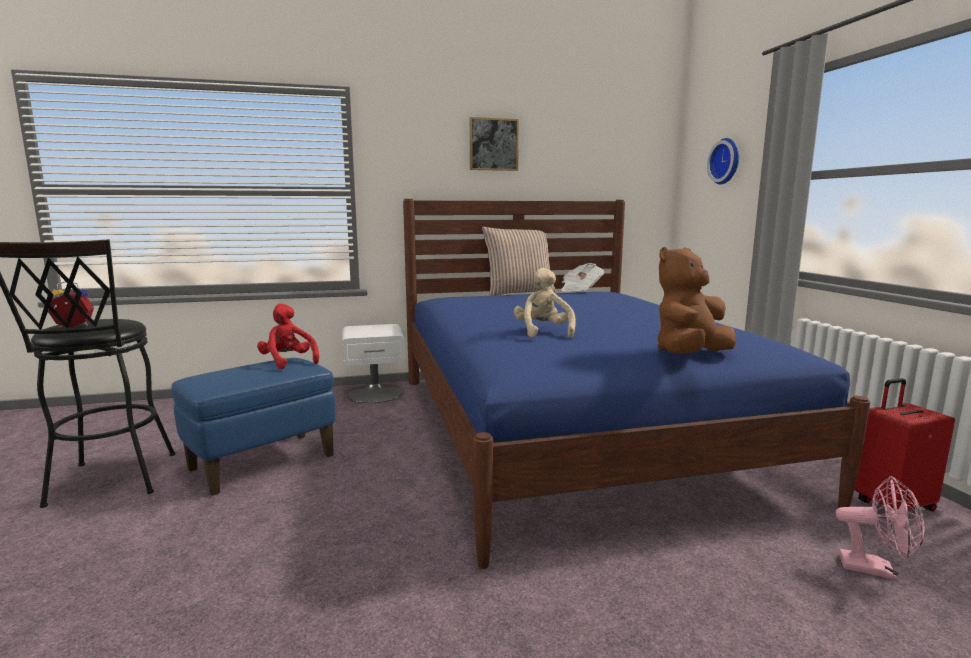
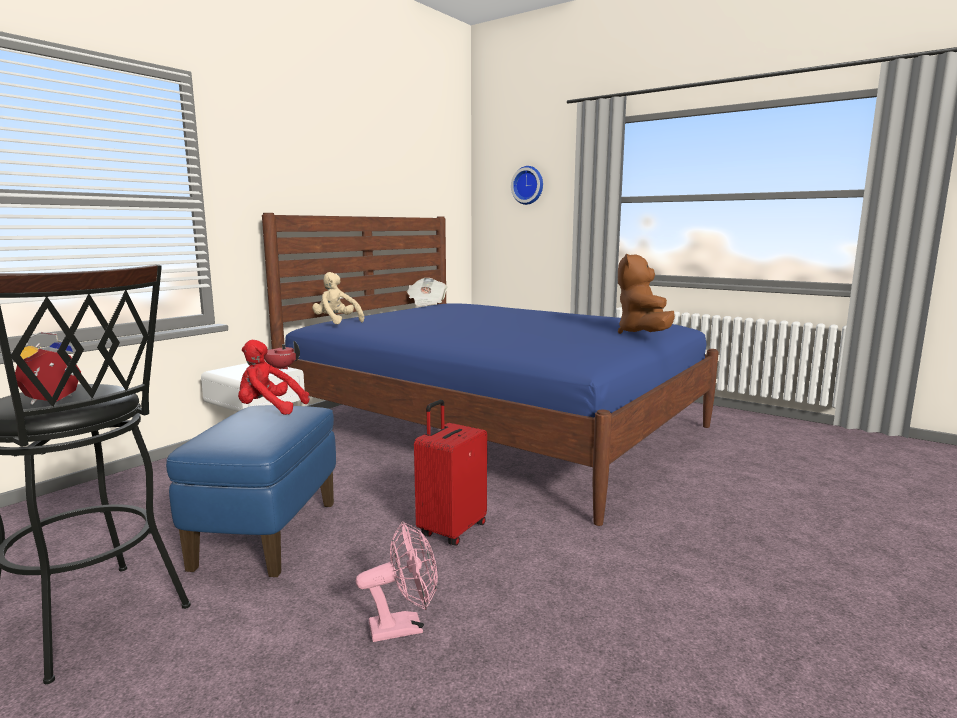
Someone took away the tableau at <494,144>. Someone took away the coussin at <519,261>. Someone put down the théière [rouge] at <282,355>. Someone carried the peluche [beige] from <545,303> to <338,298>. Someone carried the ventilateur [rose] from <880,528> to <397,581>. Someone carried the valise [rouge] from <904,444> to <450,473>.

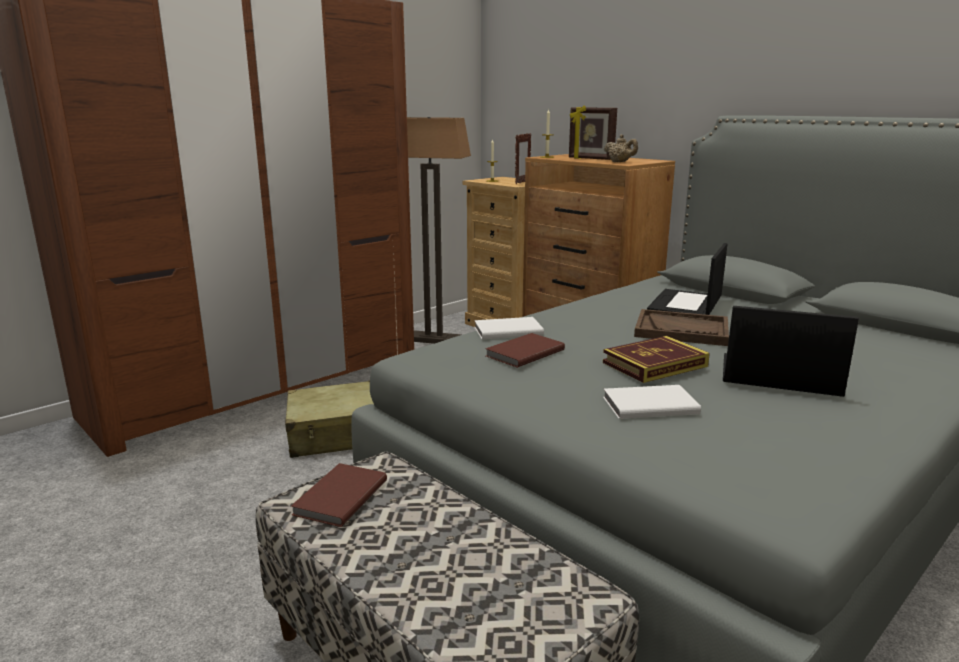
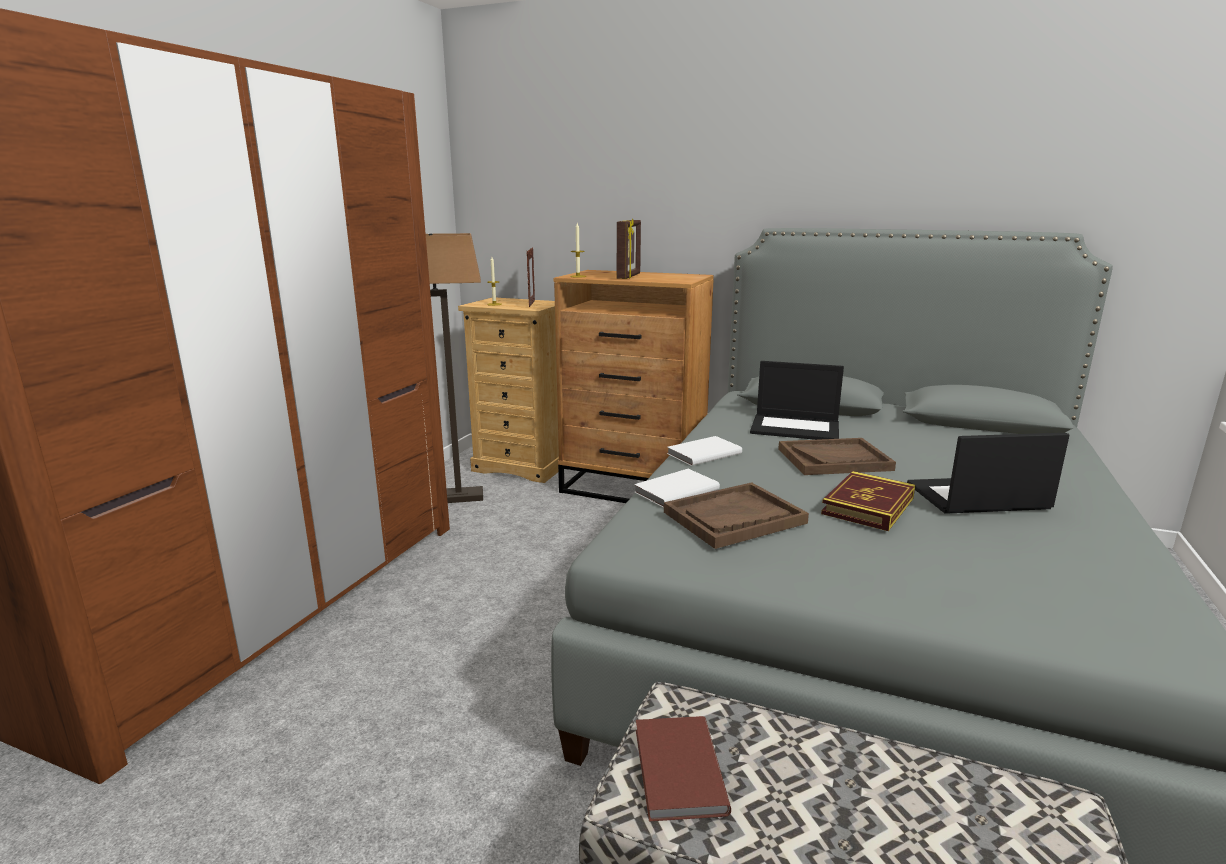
Someone took away the valise [beige] at <329,419>. Someone took away the théière [beige] at <621,148>. Someone carried the livre [blanc] from <652,402> to <704,451>. Someone swapped the livre [marron] at <525,350> for the plateau [marron] at <736,515>. Someone rotated the cadre photo at <593,132> by 90 degrees counterclockwise. Someone rotated the ordinateur portable at <687,279> by 75 degrees counterclockwise.

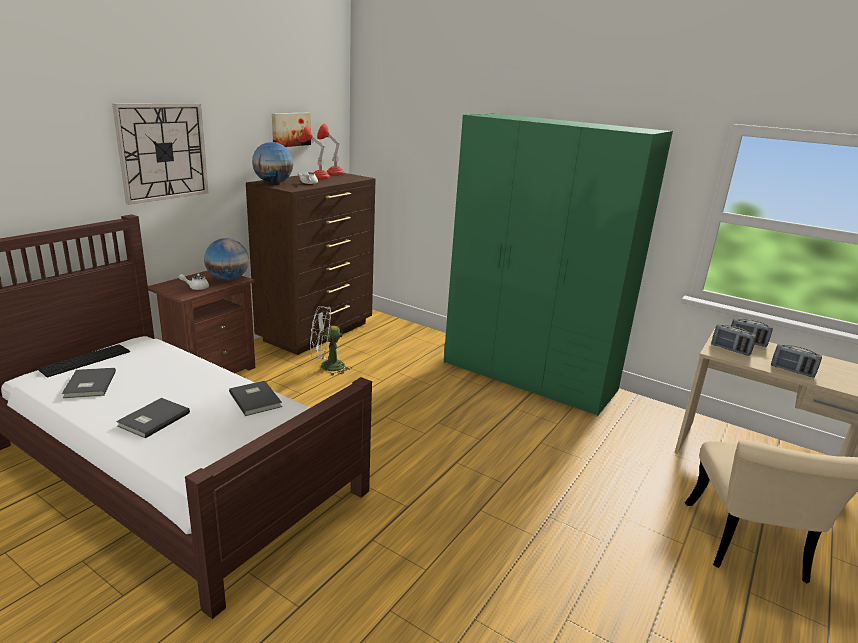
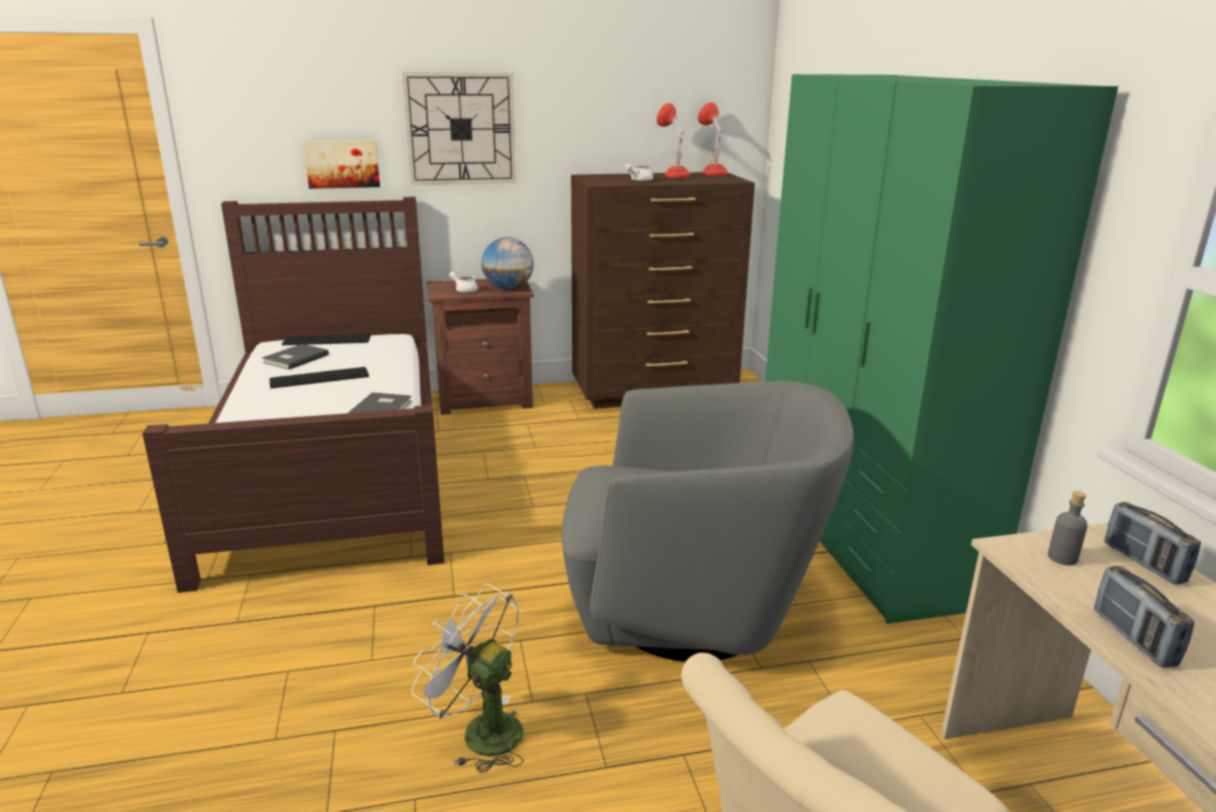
Someone took away the livre [gris] at <153,418>. Someone took away the globe at <272,162>. Someone put down the clavier at <319,378>. Someone put down the fauteuil [gris] at <708,521>. Someone carried the tableau from <291,130> to <341,164>. Someone carried the ventilateur [blanc] from <331,340> to <468,678>. Someone swapped the radio at <734,340> for the bouteille [gris] at <1068,528>.

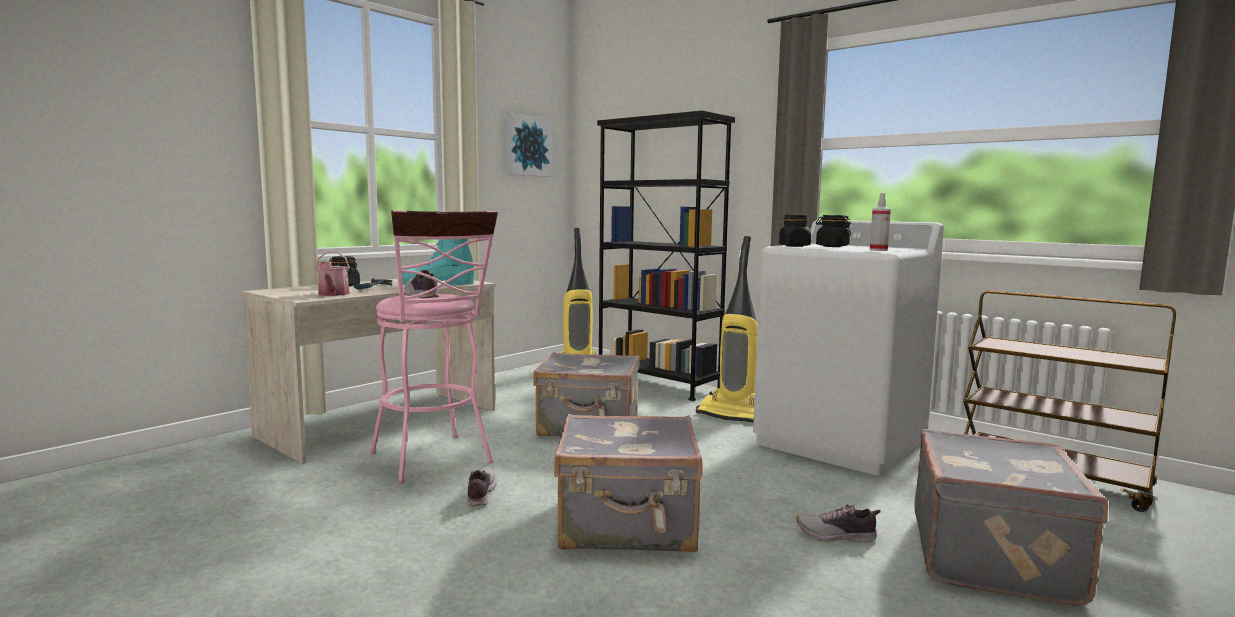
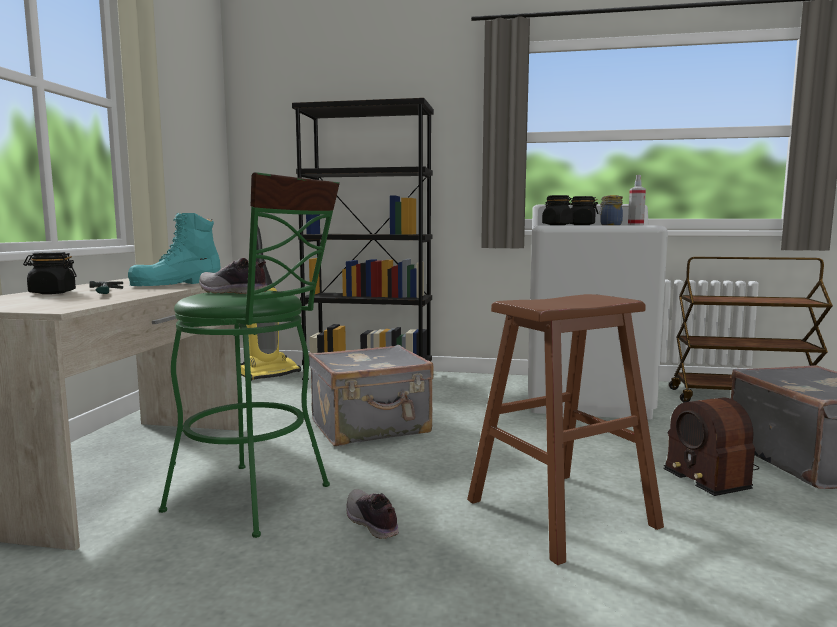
Someone took away the arrosoir at <332,273>. Someone took away the tableau at <528,144>. Someone took away the aspirateur at <727,329>. Someone put down the bocal at <611,210>. Someone swapped the valise [gris] at <628,483> for the tabouret [marron] at <565,429>. Someone swapped the chaussure at <838,523> for the radio at <711,447>. Someone repainted the tabouret [rose] at <434,346>, which became the tabouret [vert] at <249,355>.

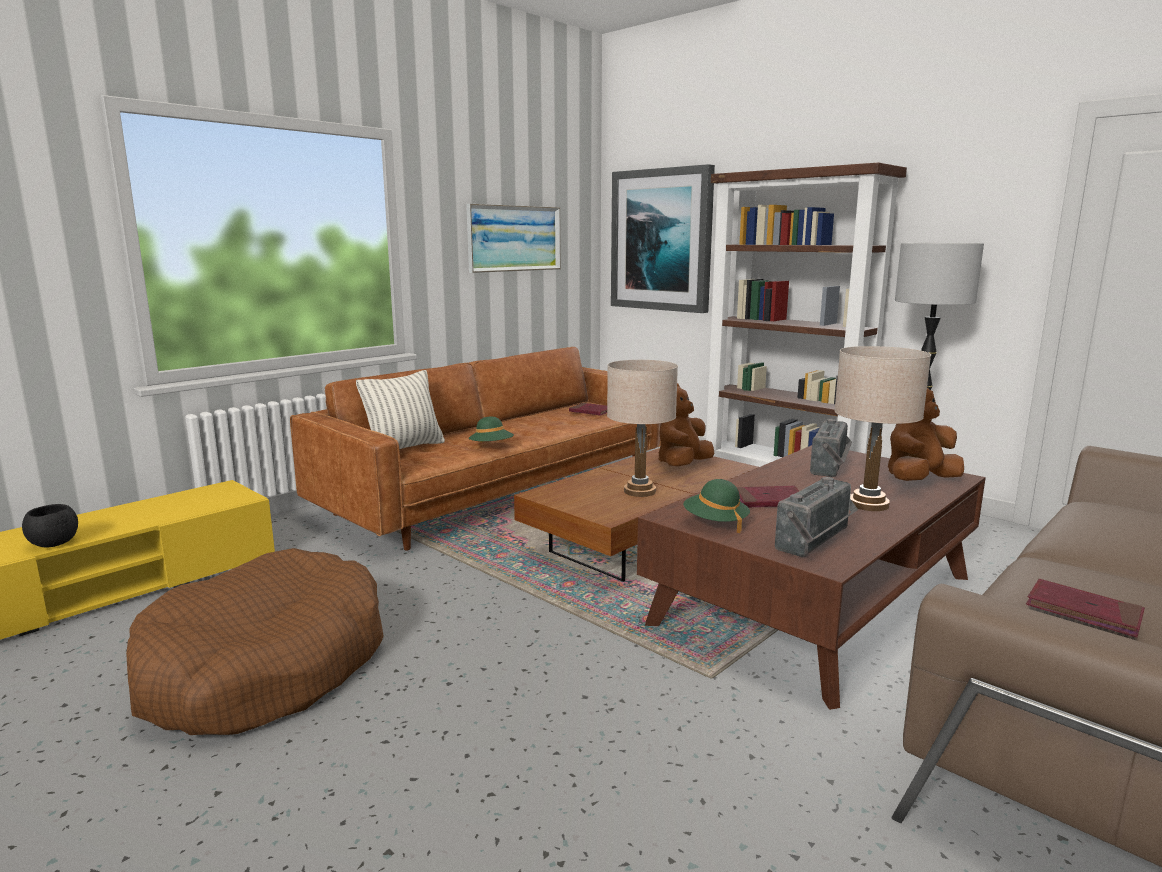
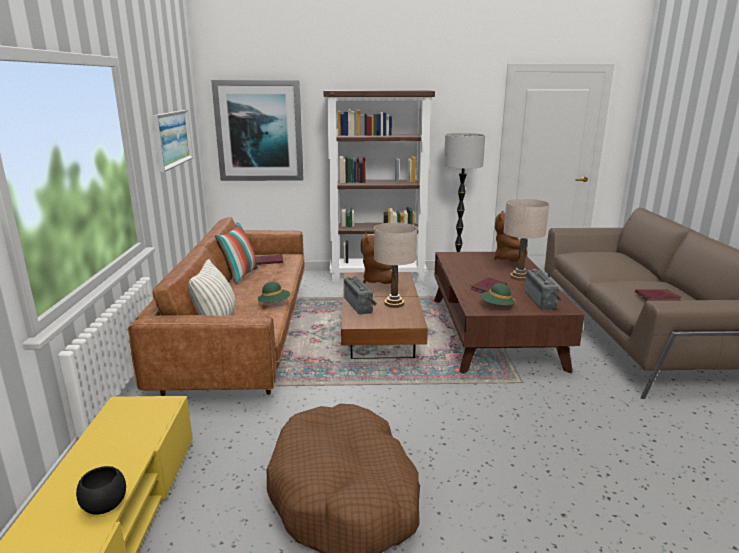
Someone put down the coussin at <236,253>. Someone carried the radio from <831,448> to <360,296>.

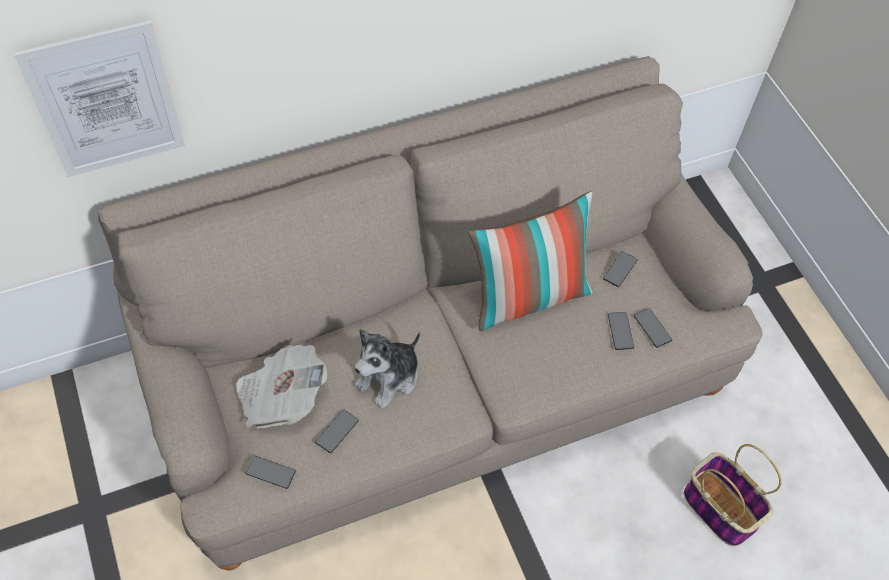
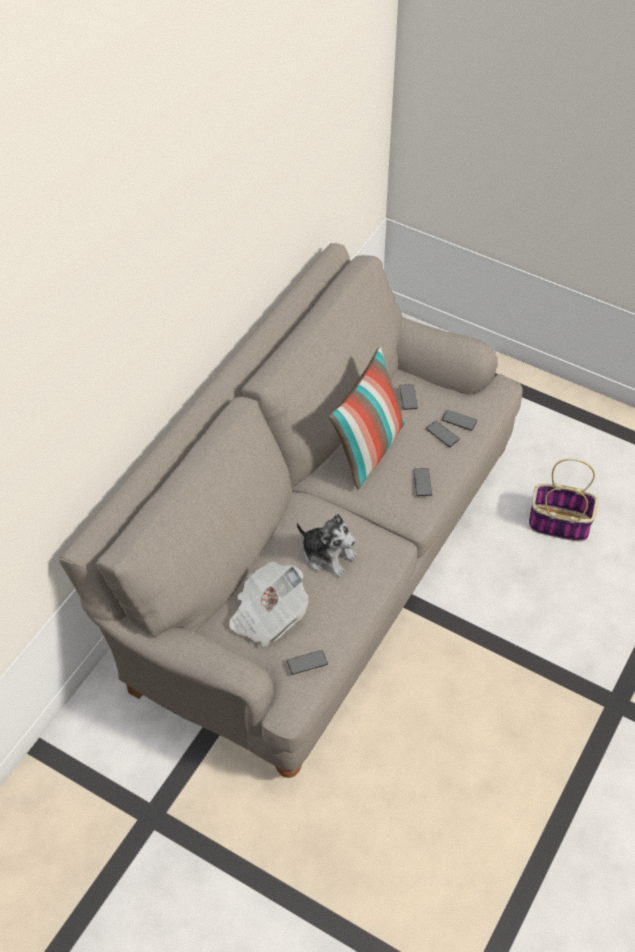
Someone took away the tableau at <99,98>. Someone carried the téléphone from <337,431> to <422,482>. Someone rotated the peluche at <387,369> by 60 degrees counterclockwise.

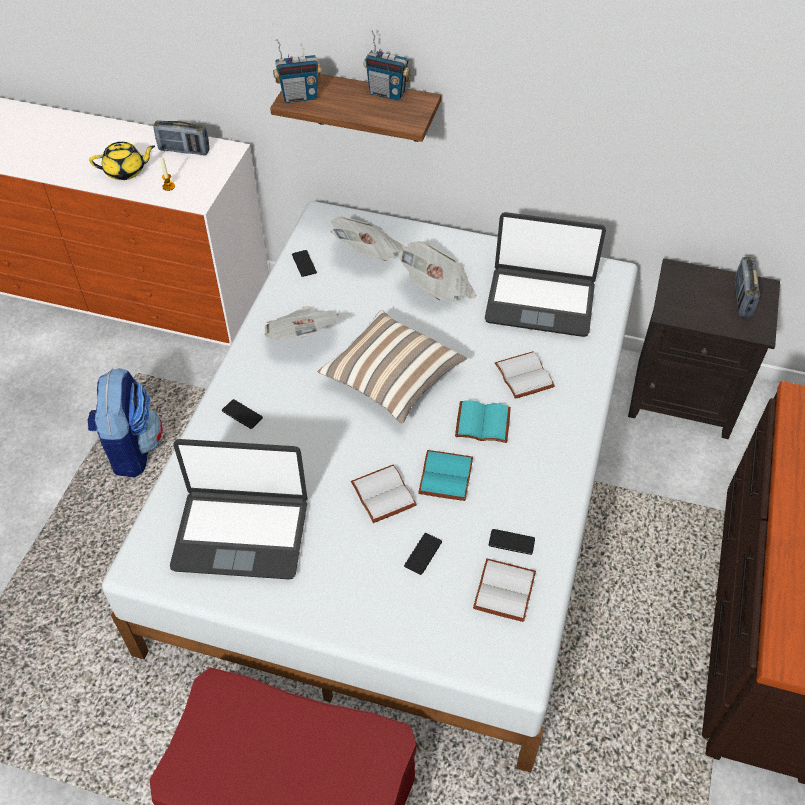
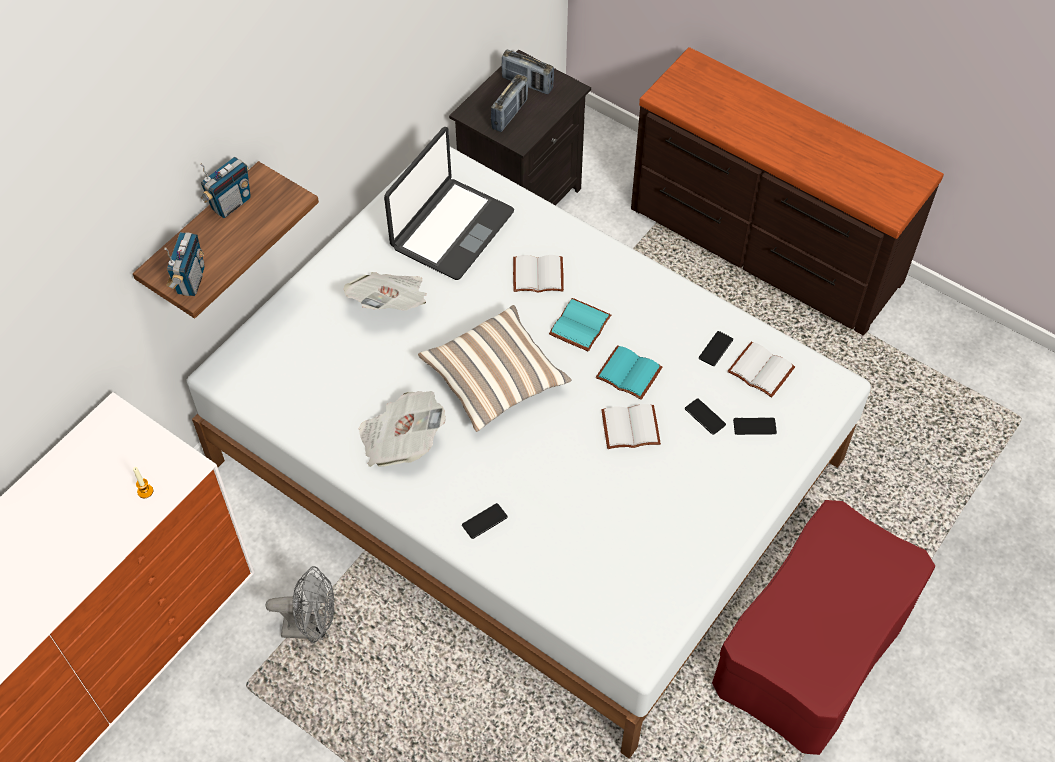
Someone took away the sac à dos at <125,422>. Someone took away the théière [jaune] at <122,161>. Someone took away the ordinateur portable at <238,509>. Someone took away the journal at <369,239>. Someone put down the ventilateur [gris] at <300,604>. Someone carried the radio from <181,137> to <509,103>. Someone carried the téléphone from <304,263> to <755,426>.

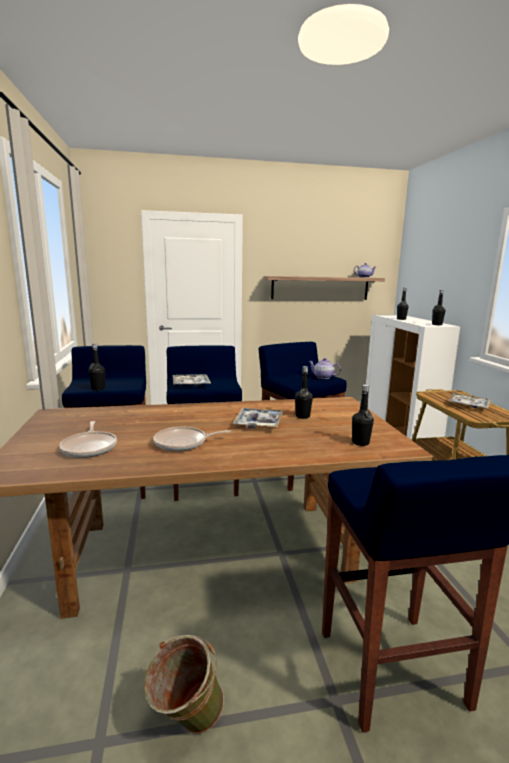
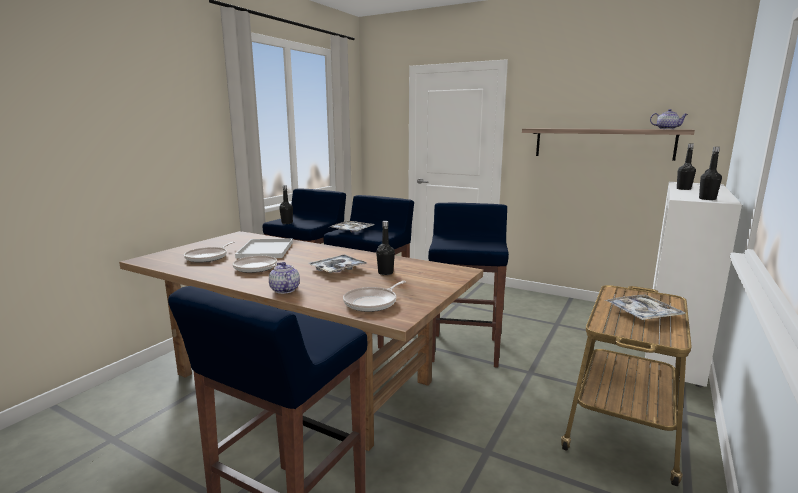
Someone took away the seau [vert] at <184,684>. Someone put down the plateau [blanc] at <264,249>. Someone carried the théière from <324,368> to <284,278>. Someone swapped the bouteille [noir] at <363,415> for the poêle at <374,296>.

